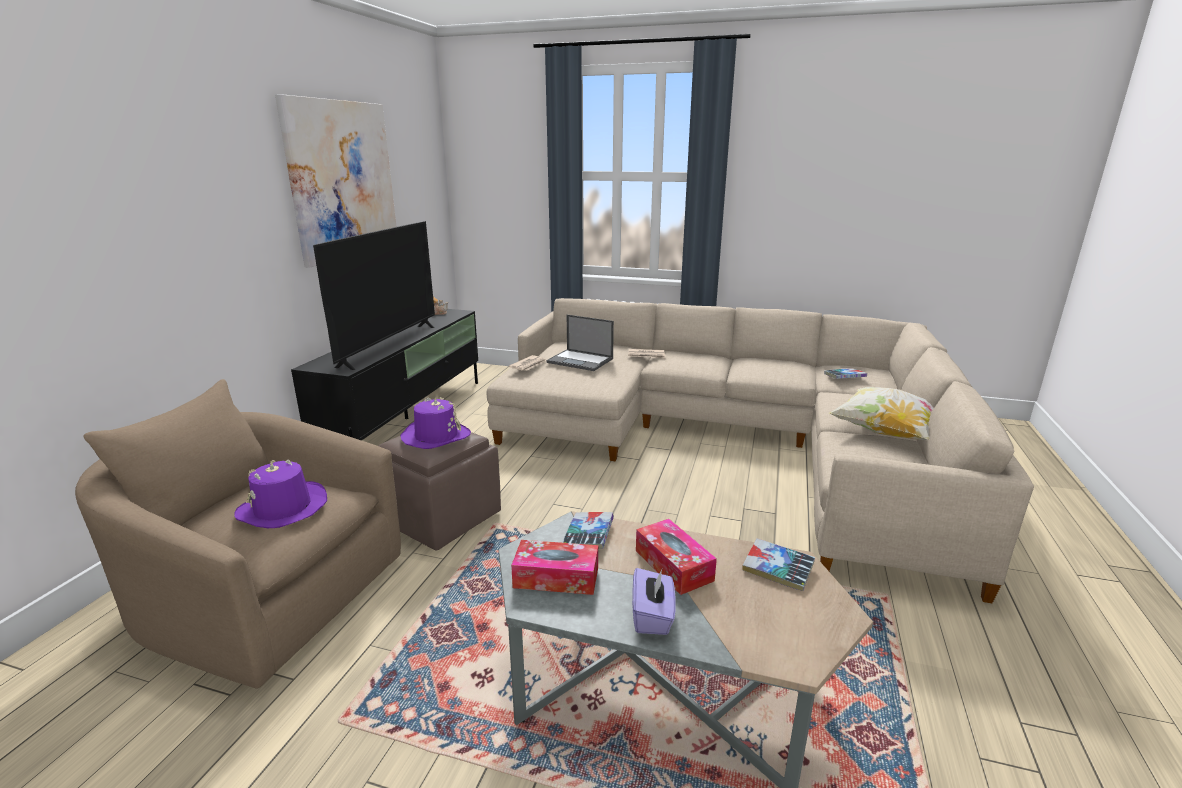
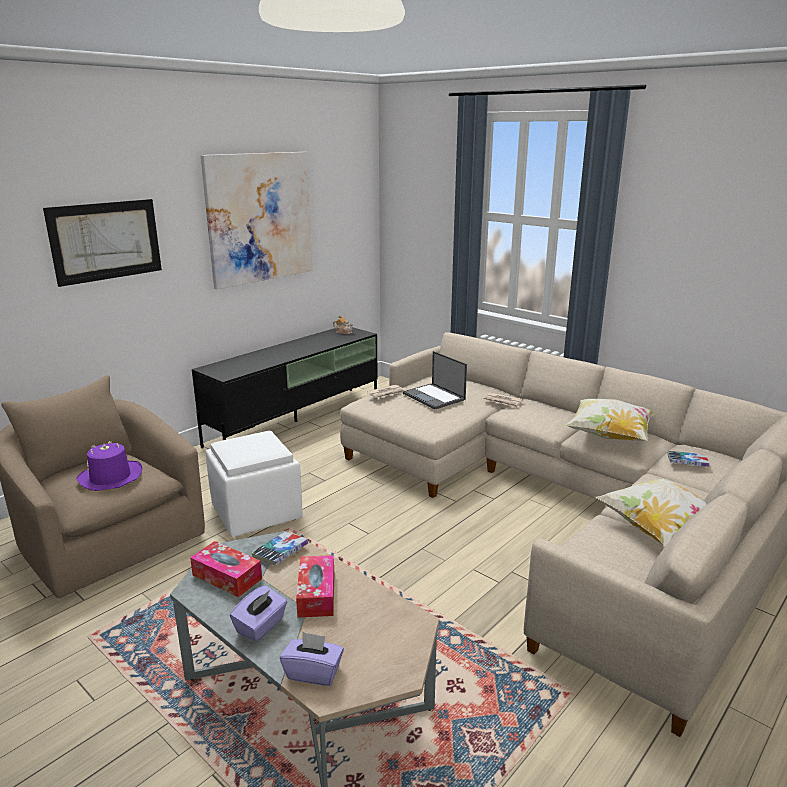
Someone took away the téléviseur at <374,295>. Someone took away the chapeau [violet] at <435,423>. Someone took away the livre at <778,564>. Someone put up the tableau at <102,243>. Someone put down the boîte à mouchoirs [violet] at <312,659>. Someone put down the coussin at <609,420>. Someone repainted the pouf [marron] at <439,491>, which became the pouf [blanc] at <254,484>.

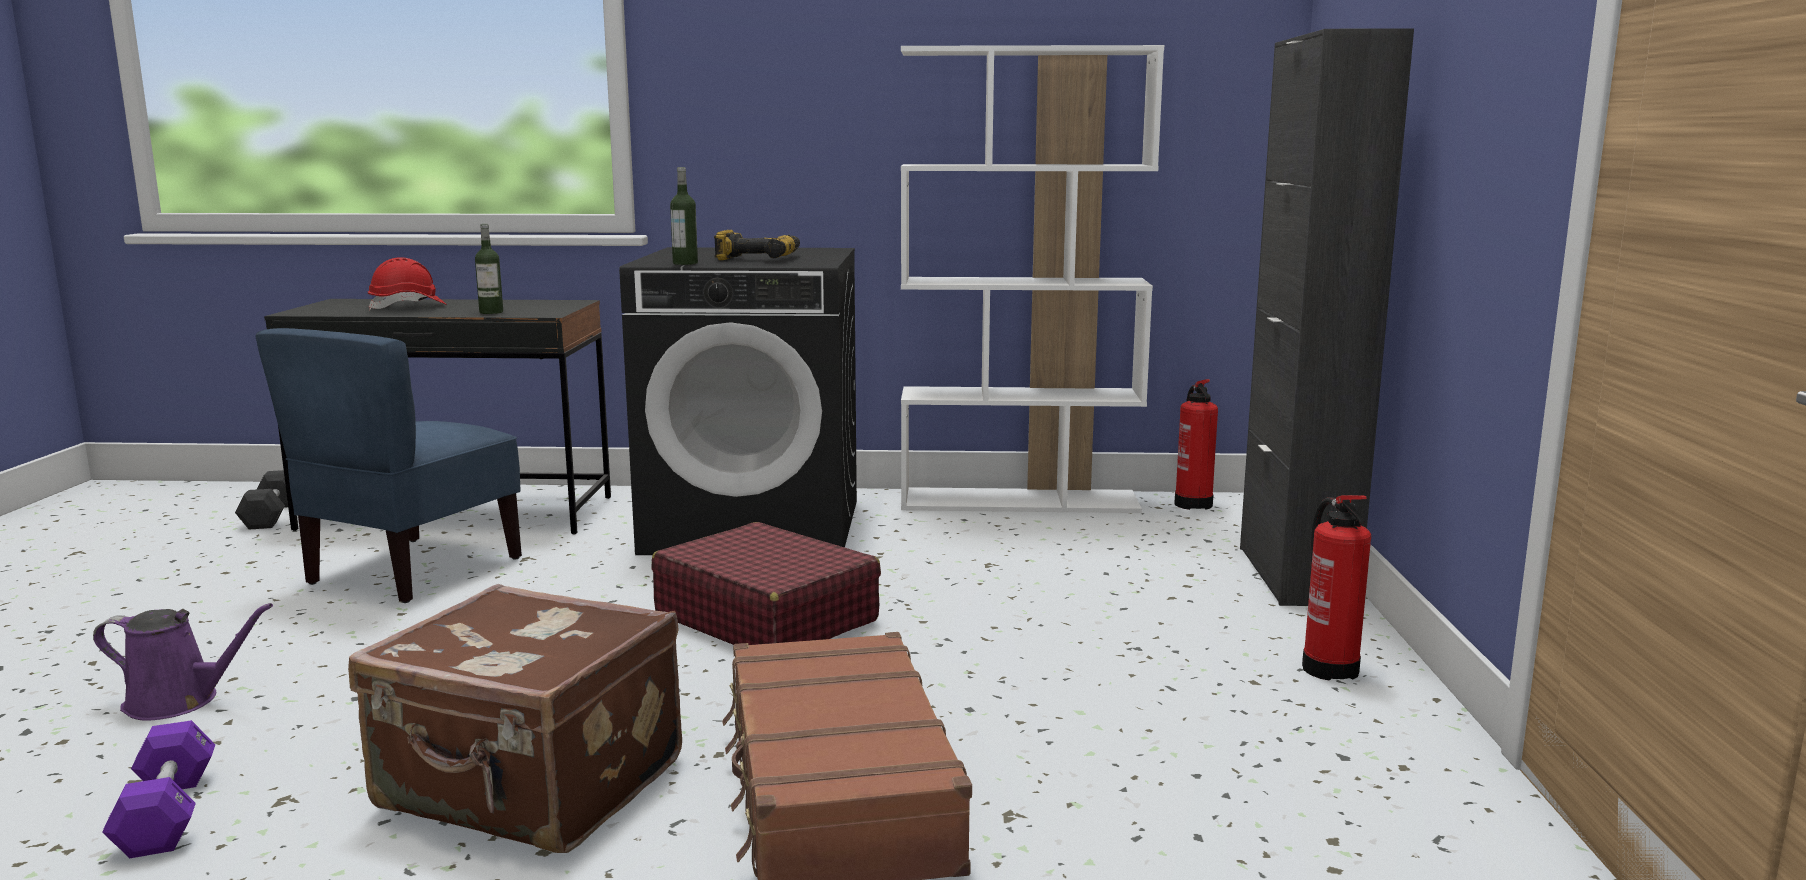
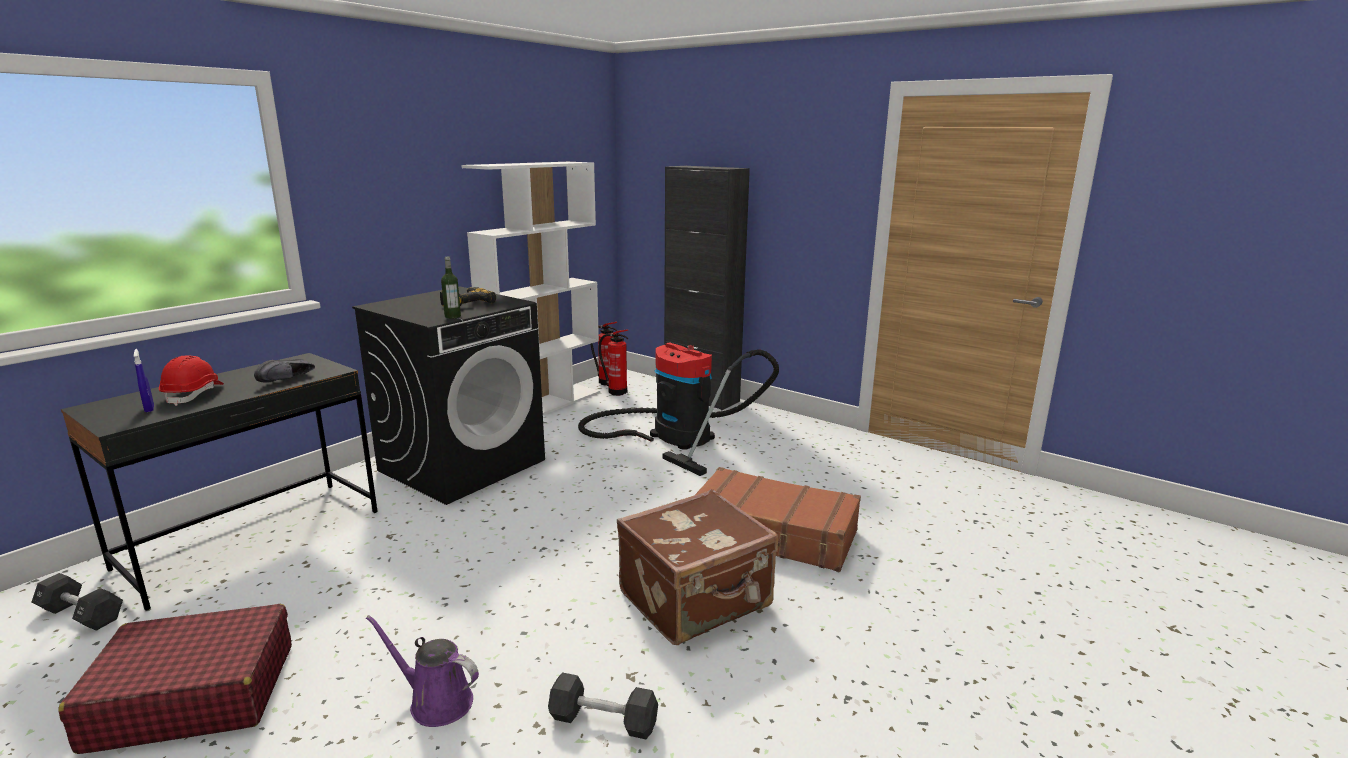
Someone took away the chaise [bleu] at <388,465>. Someone put down the vaporisateur [bleu] at <143,380>. Someone put down the aspirateur at <678,409>. Someone carried the valise [rouge] from <766,583> to <175,679>. Someone carried the extincteur from <1336,588> to <613,362>. Someone swapped the bouteille at <489,269> for the chaussure [noir] at <284,371>. Someone repainted the haltère [violet] at <158,789>, which became the haltère [noir] at <603,705>. Someone rotated the arrosoir [violet] at <183,661> by 105 degrees counterclockwise.

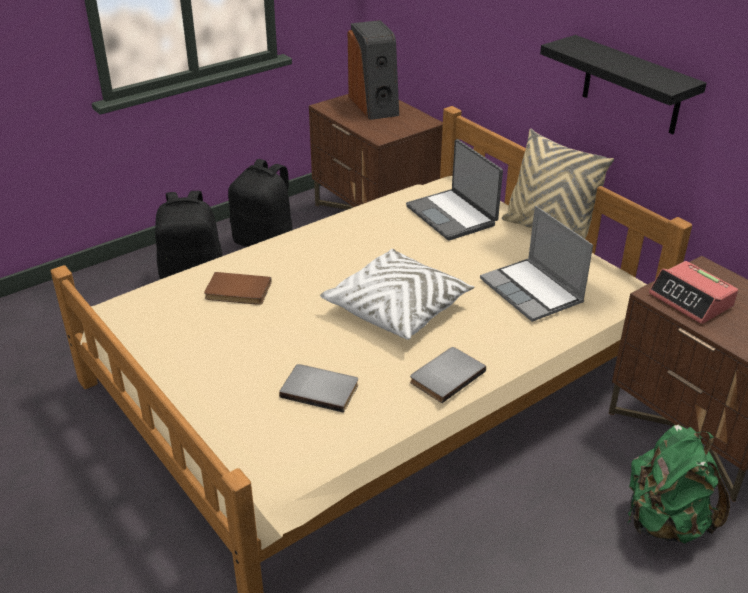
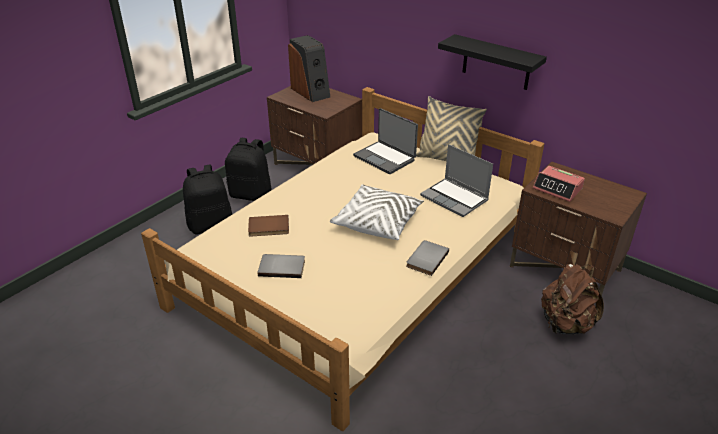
Someone carried the livre [gris] from <318,388> to <281,266>. Someone repainted the sac à dos [vert] at <679,484>, which became the sac à dos [marron] at <572,299>.

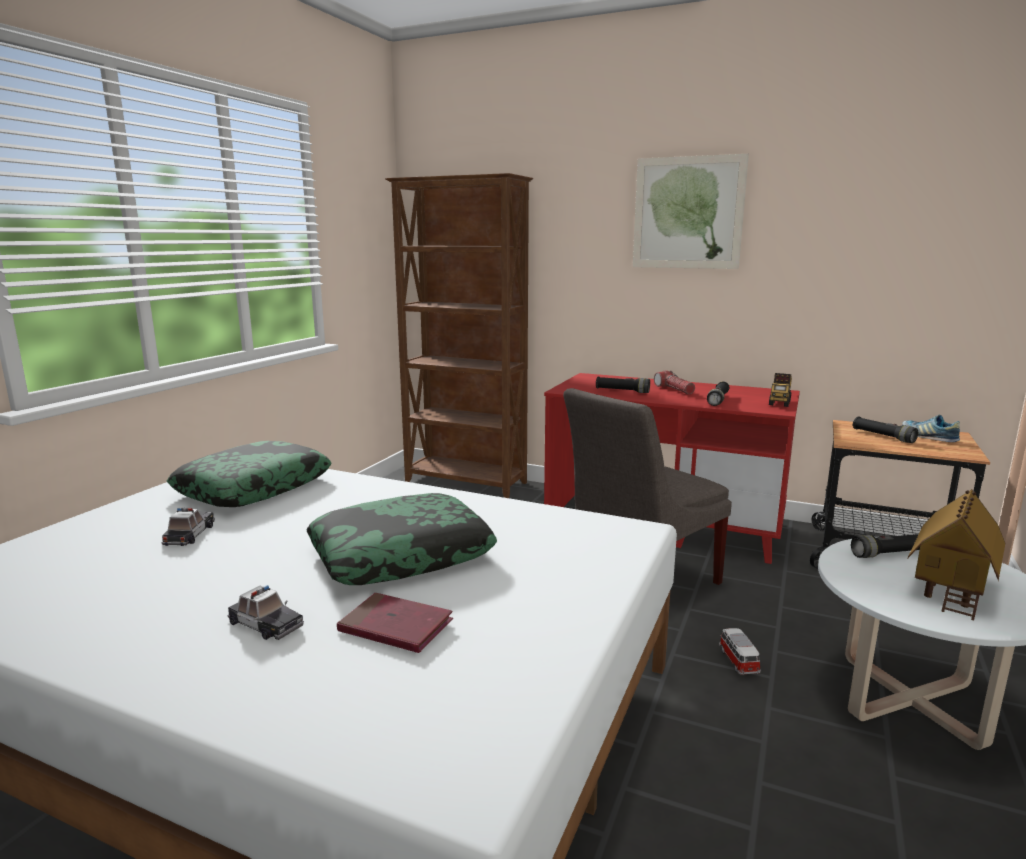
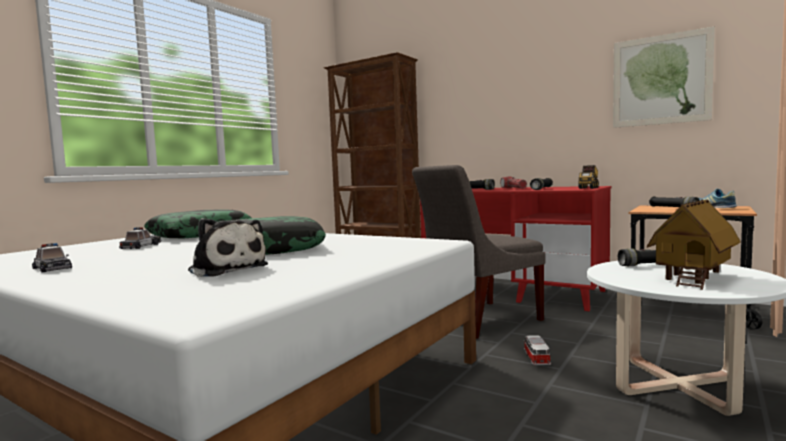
Someone carried the petite voiture from <265,612> to <52,258>. Someone carried the tableau from <691,211> to <664,77>. Someone swapped the livre [rouge] at <395,623> for the peluche at <228,247>.

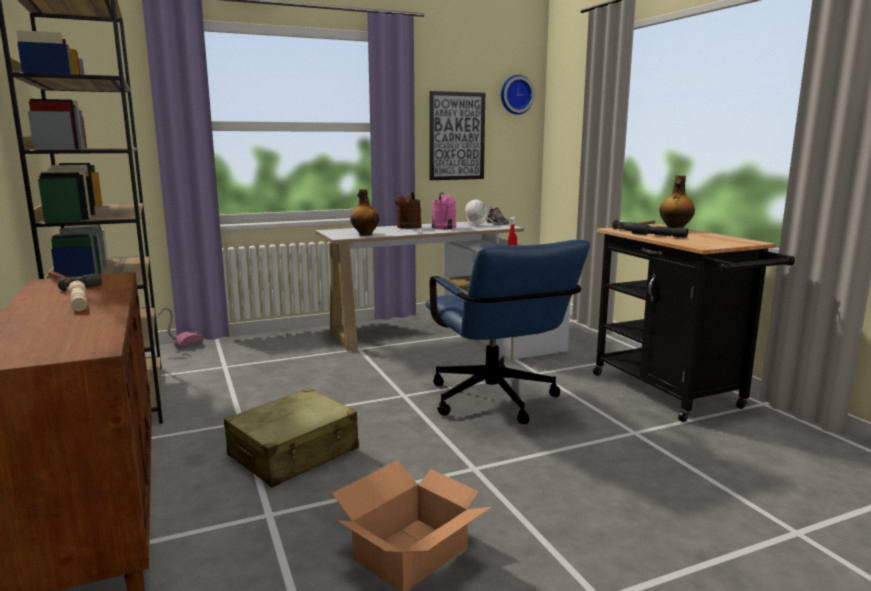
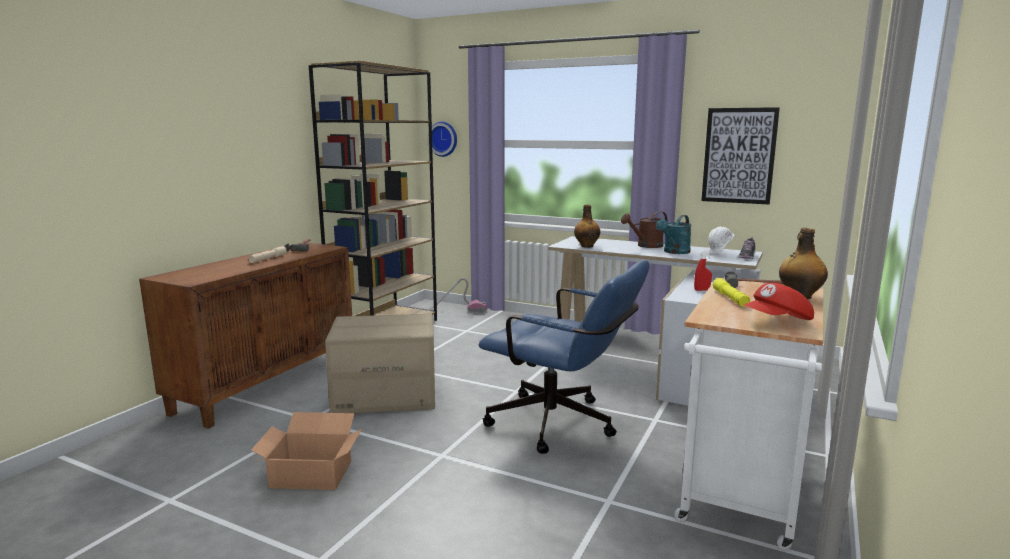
Someone put down the casquette [rouge] at <779,301>. Someone carried the horloge murale from <517,95> to <442,139>. Someone swapped the valise [beige] at <291,437> for the carton at <380,363>. Someone repainted the arrosoir [rose] at <444,210>, which became the arrosoir [turquoise] at <674,234>. Someone repainted the chariot [noir] at <694,323>, which became the chariot [blanc] at <748,414>. Someone repainted the lampe de poche [gris] at <659,230>, which became the lampe de poche [jaune] at <731,292>. Someone rotated the chaise de bureau [bleu] at <507,332> by 90 degrees counterclockwise.

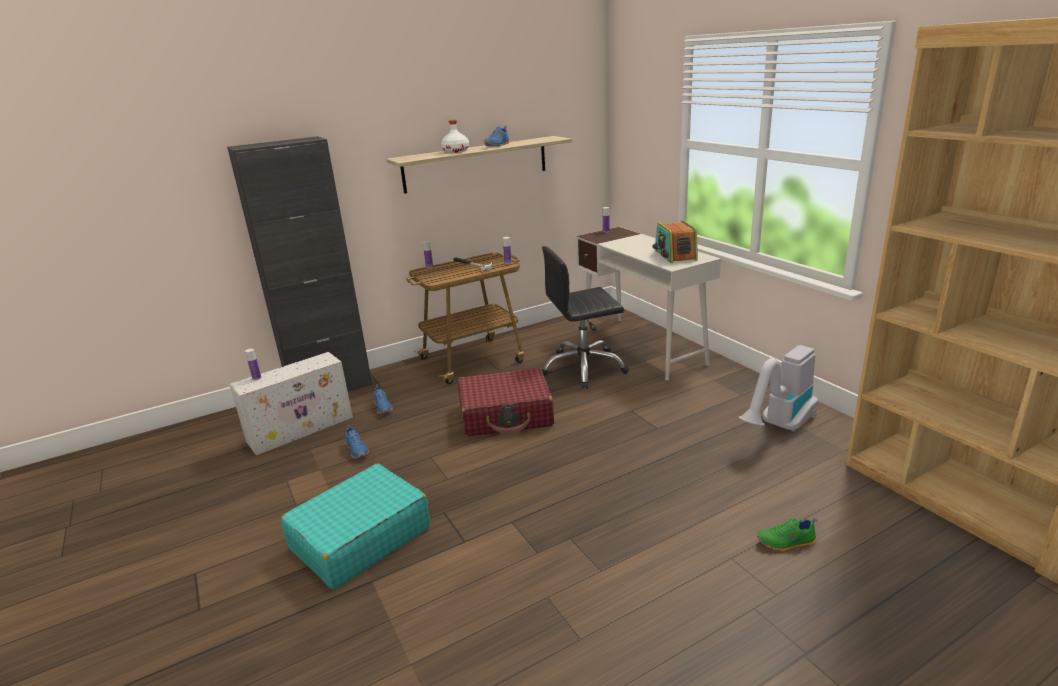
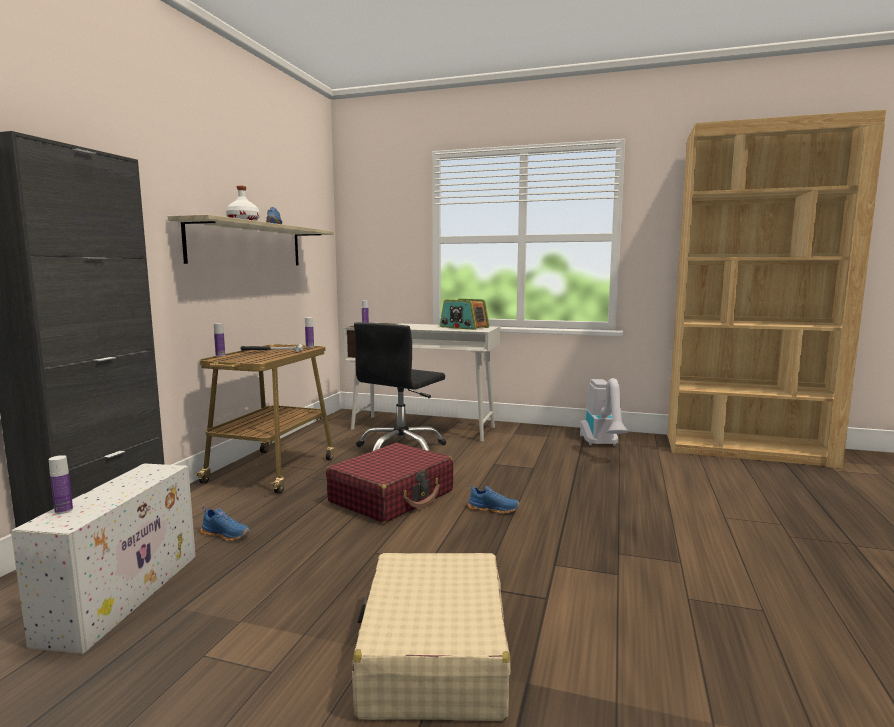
Someone took away the chaussure [vert] at <787,534>. Someone carried the chaussure [bleu] from <357,442> to <493,499>. Someone repainted the valise [turquoise] at <355,527>, which became the valise [beige] at <431,637>.

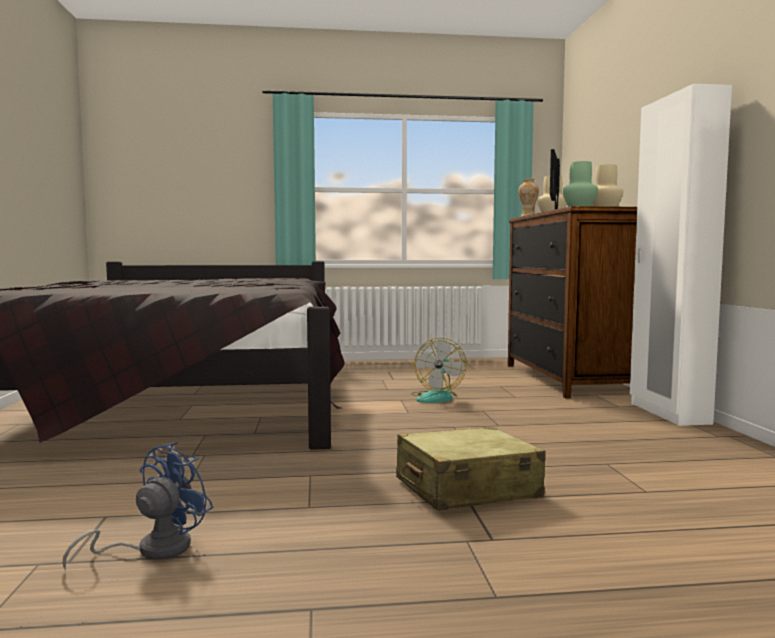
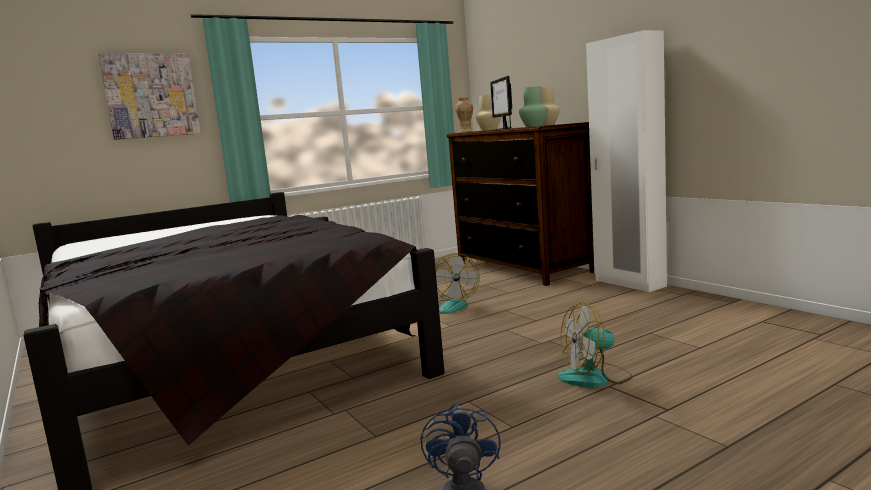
Someone put up the tableau at <149,96>. Someone swapped the valise [beige] at <471,469> for the ventilateur at <595,345>.

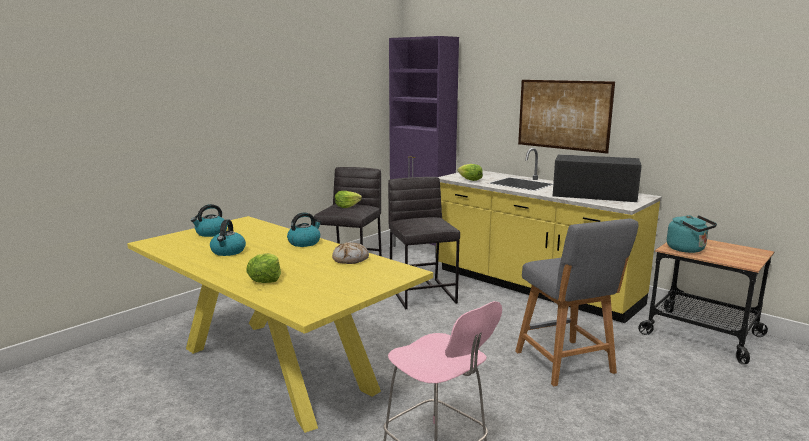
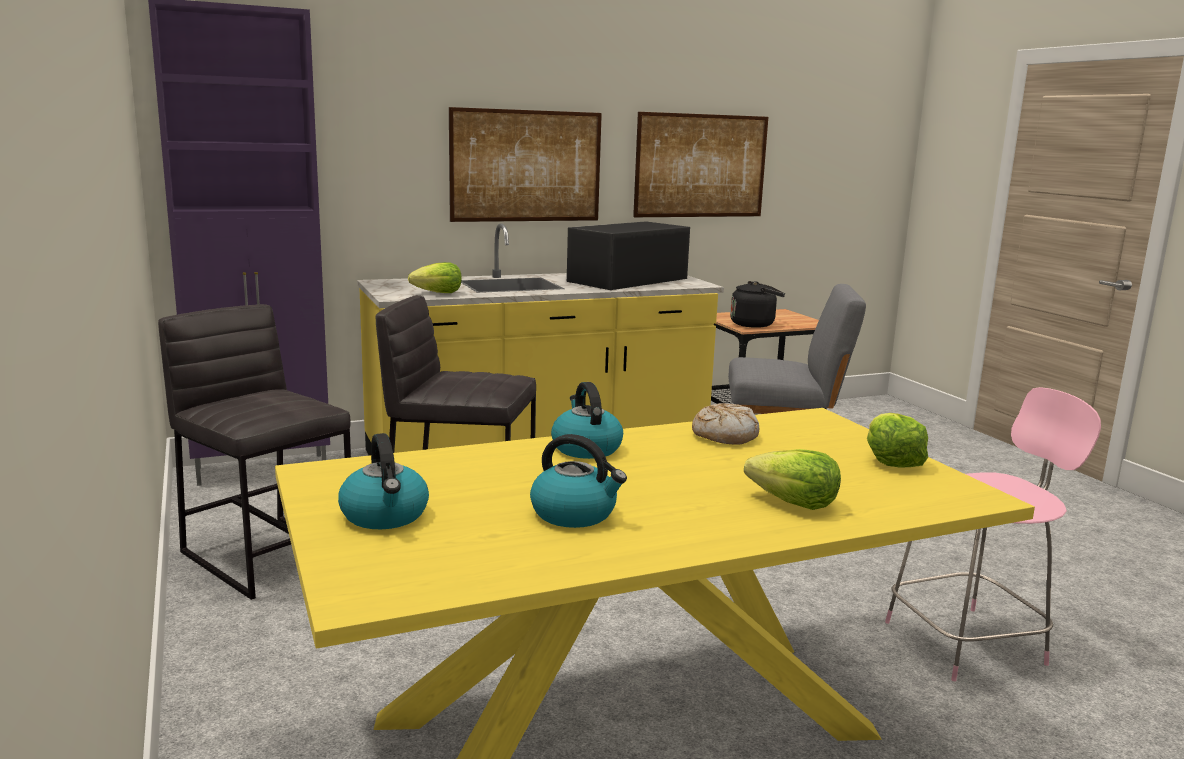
Someone put up the tableau at <700,164>. Someone carried the laitue from <348,199> to <897,440>. Someone repainted the bouilloire [turquoise] at <692,234>, which became the bouilloire [noir] at <757,304>.

